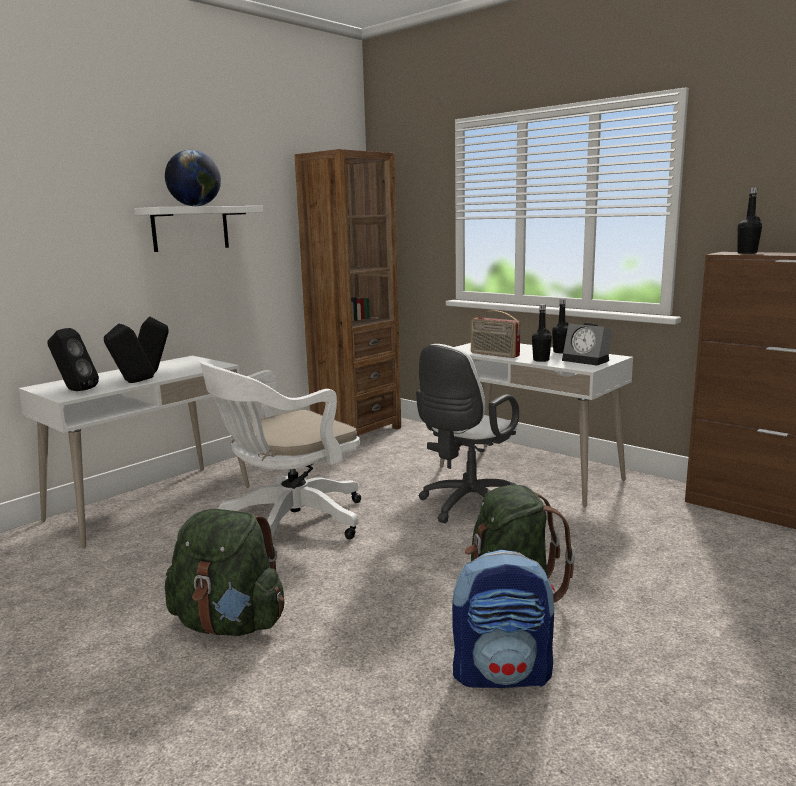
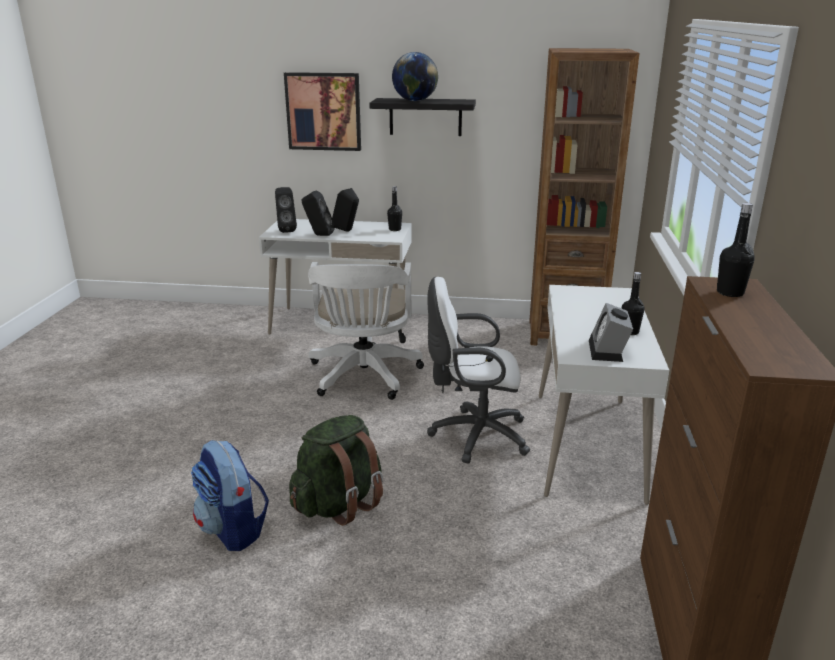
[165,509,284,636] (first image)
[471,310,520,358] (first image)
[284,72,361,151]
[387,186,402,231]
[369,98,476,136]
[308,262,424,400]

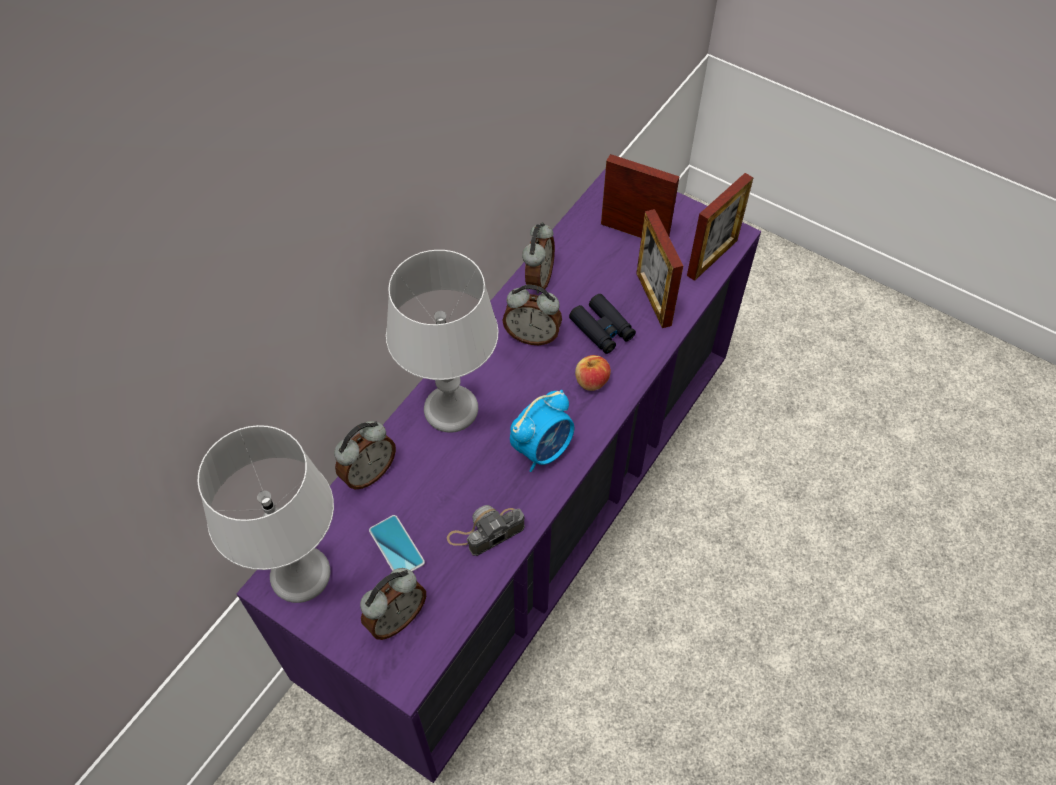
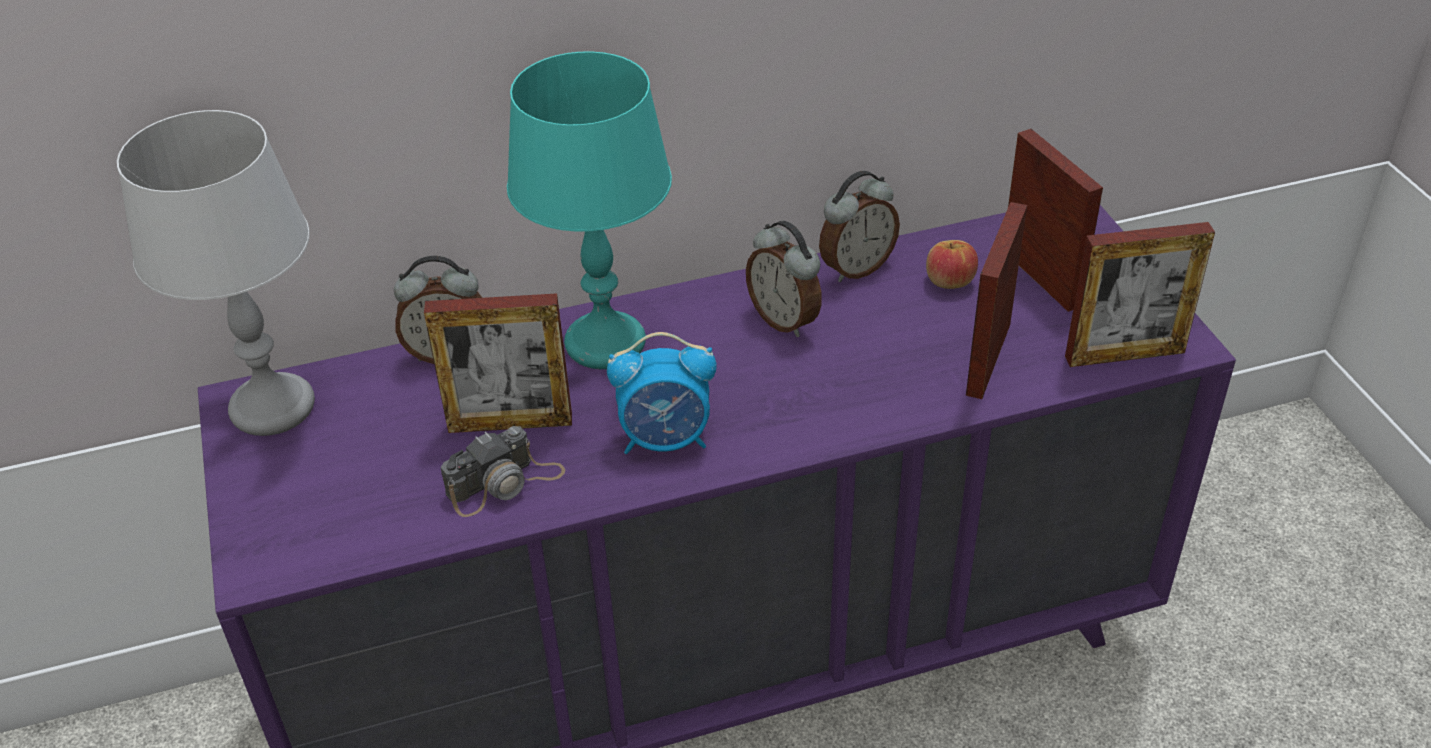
[360,568,426,640] (first image)
[369,515,425,571] (first image)
[569,294,636,354] (first image)
[424,293,572,433]
[926,240,978,289]
[507,51,672,369]
[441,426,565,517]

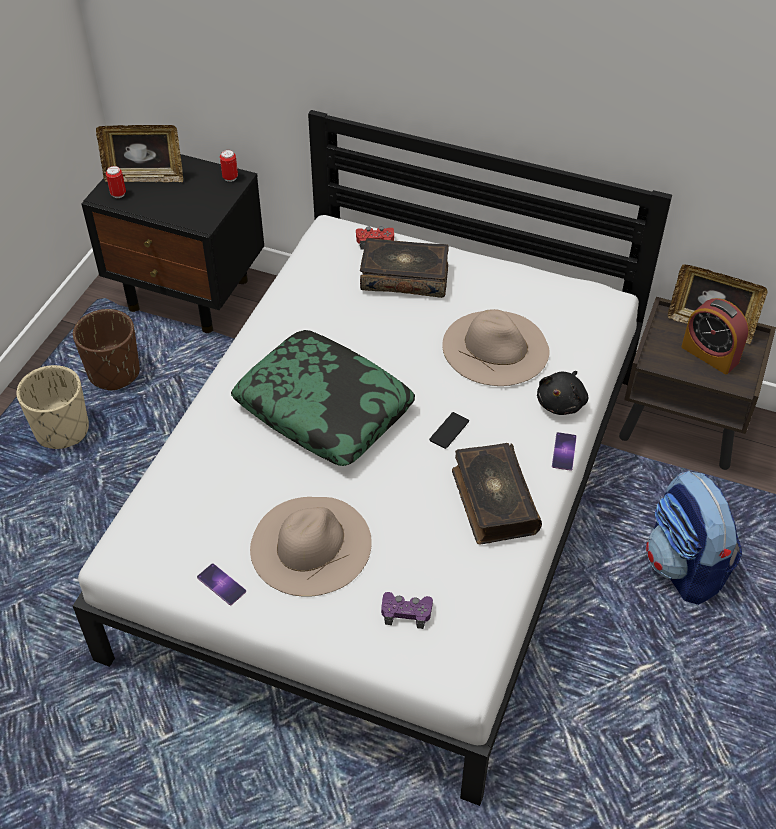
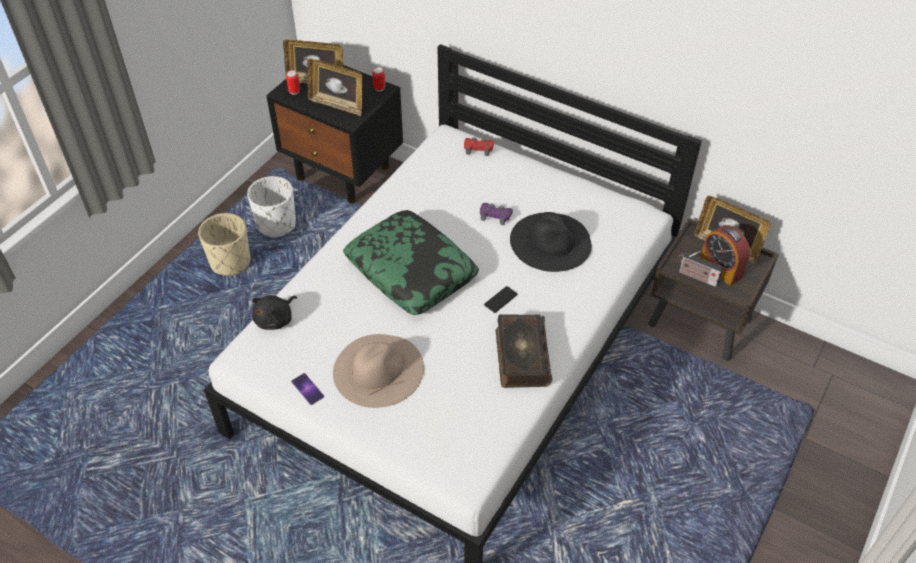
[360,238,449,298] (first image)
[552,432,577,471] (first image)
[646,471,742,605] (first image)
[307,59,363,116]
[679,251,723,287]
[480,203,513,225]
[252,295,297,330]
[247,176,296,237]
[510,212,592,272]

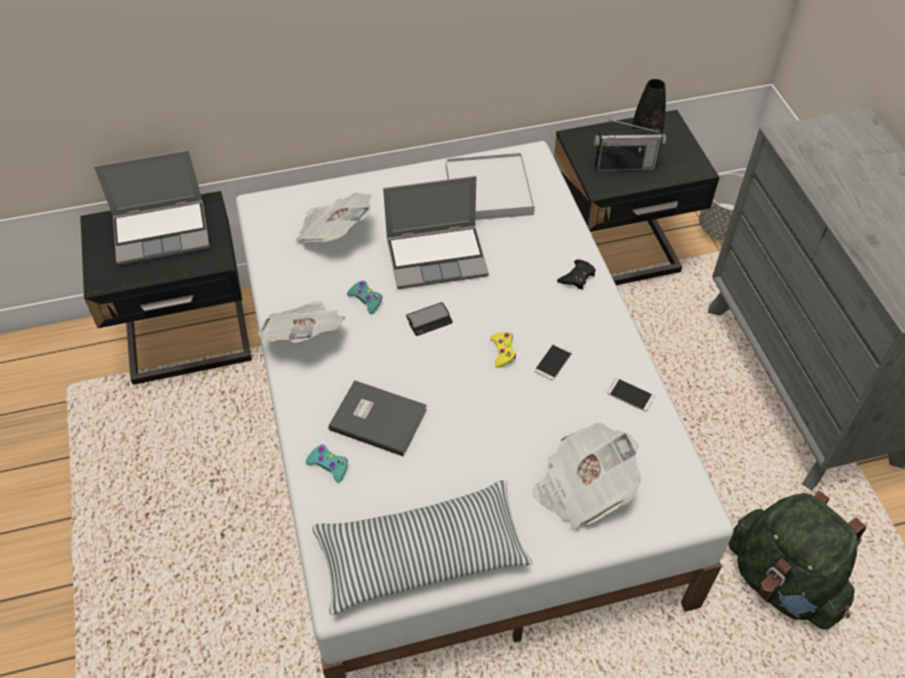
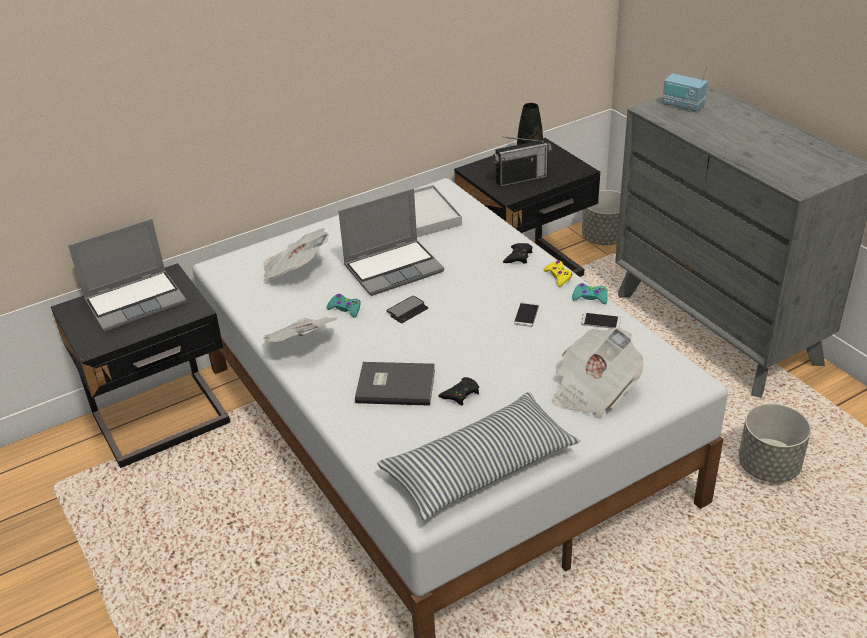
[439,377,479,406]
[662,65,708,112]
[572,283,608,304]
[543,261,572,287]
[739,404,811,482]

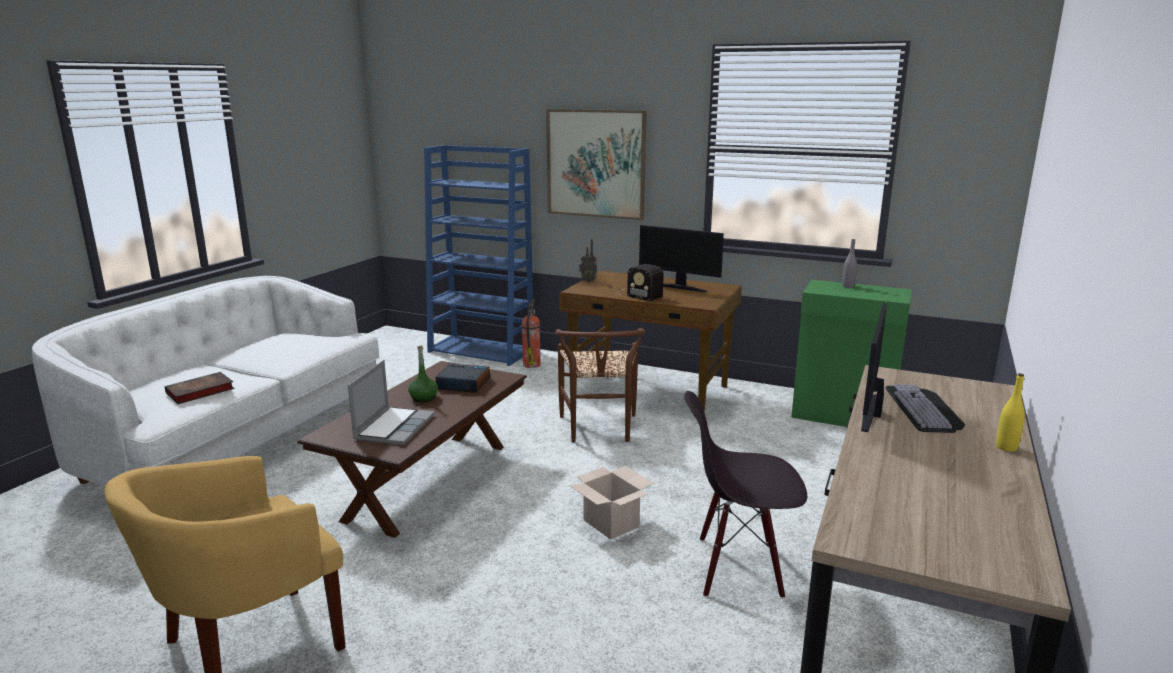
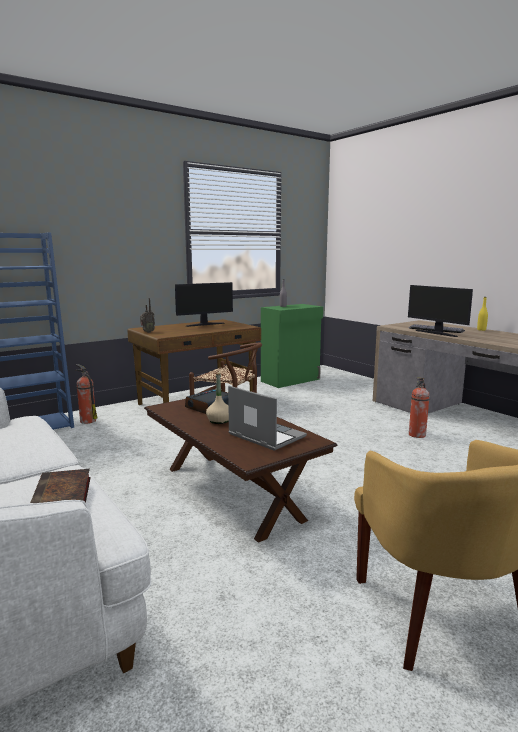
[546,109,647,220] (first image)
[569,466,654,540] (first image)
[616,264,664,301] (first image)
[409,378,430,438]
[206,373,229,424]

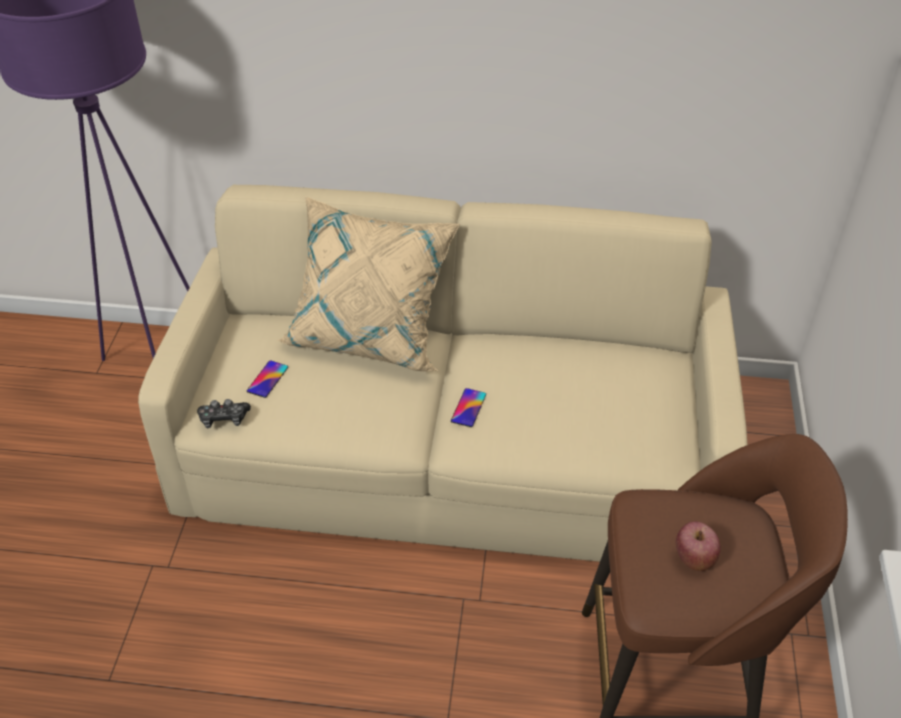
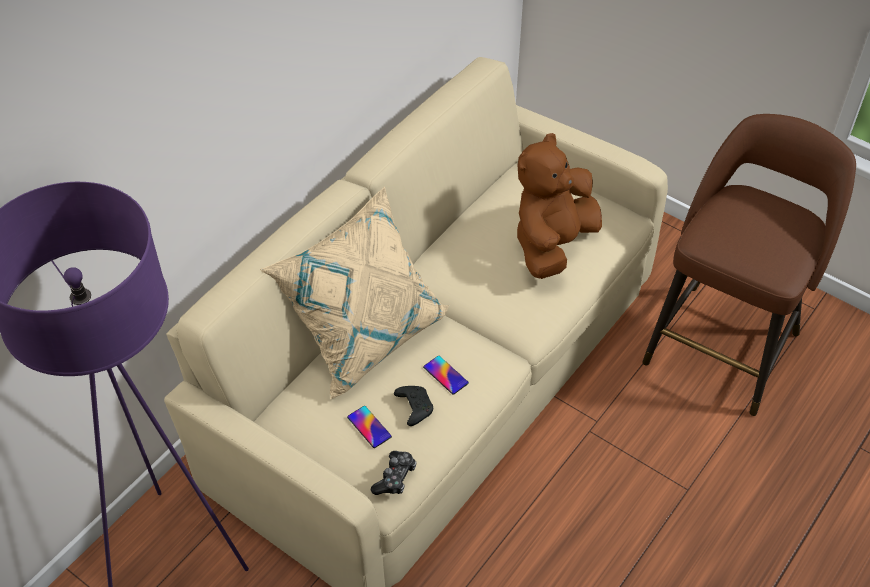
[676,521,721,571] (first image)
[394,386,433,426]
[517,133,602,279]
[423,356,469,395]

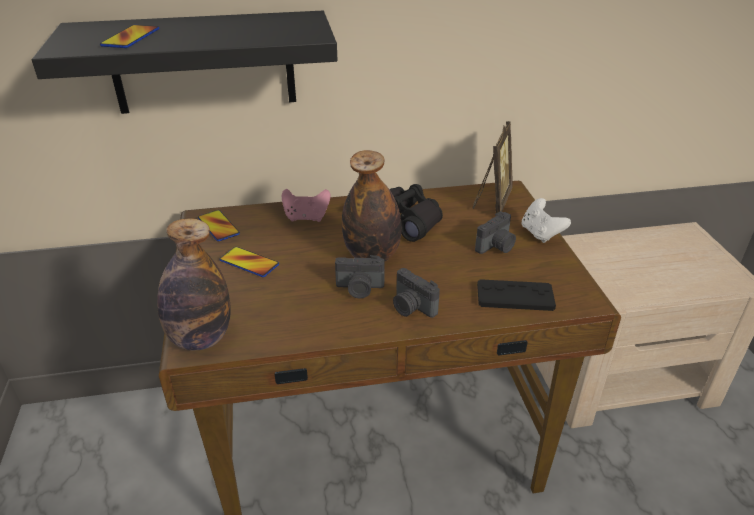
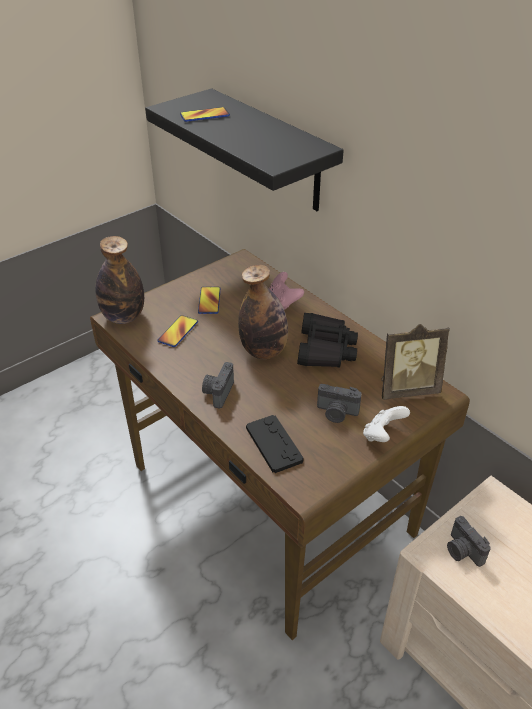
[157,315,198,347]
[447,516,491,567]

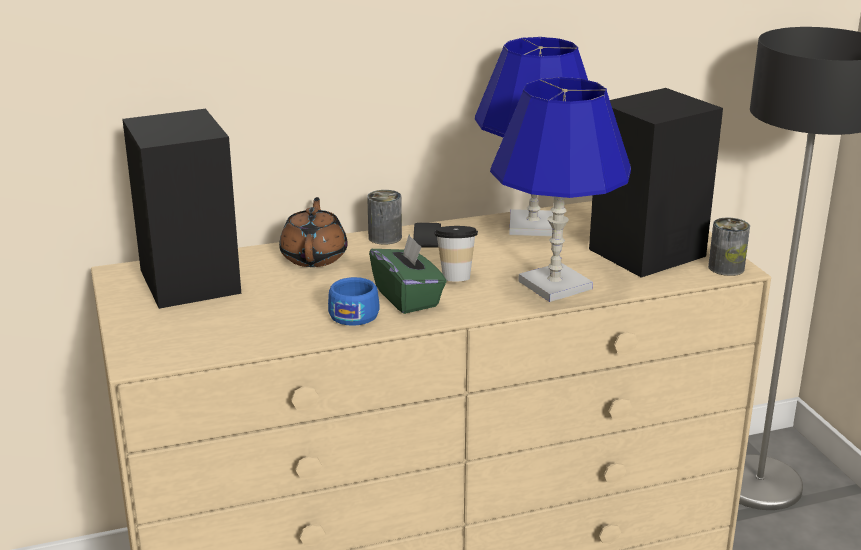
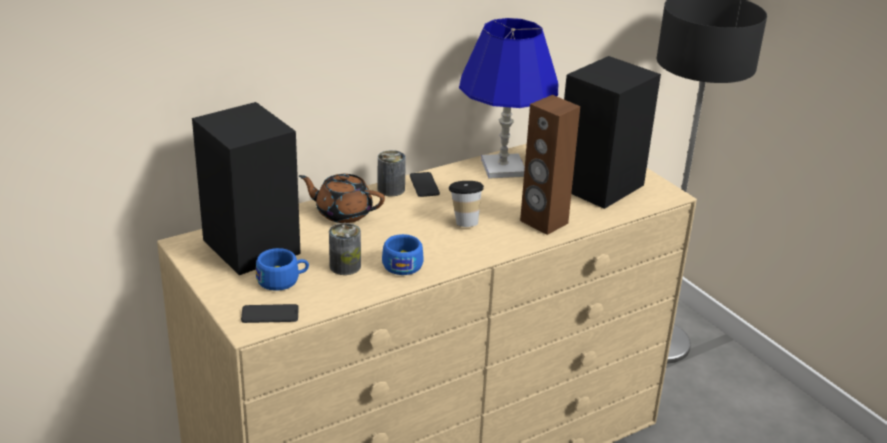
[369,234,446,314] (first image)
[241,304,299,323]
[256,248,309,291]
[329,223,361,275]
[520,95,580,235]
[299,173,385,223]

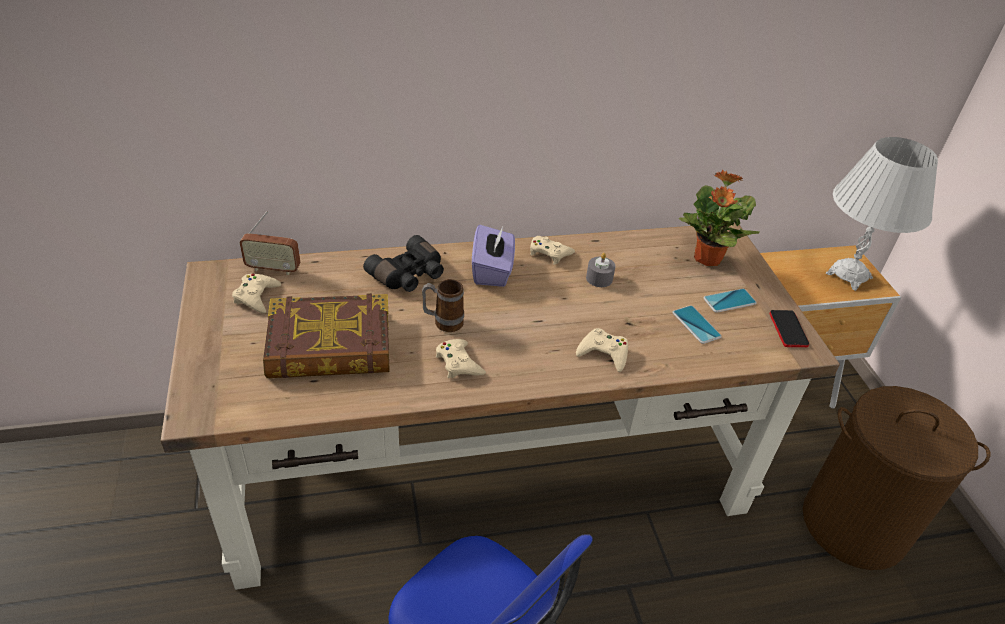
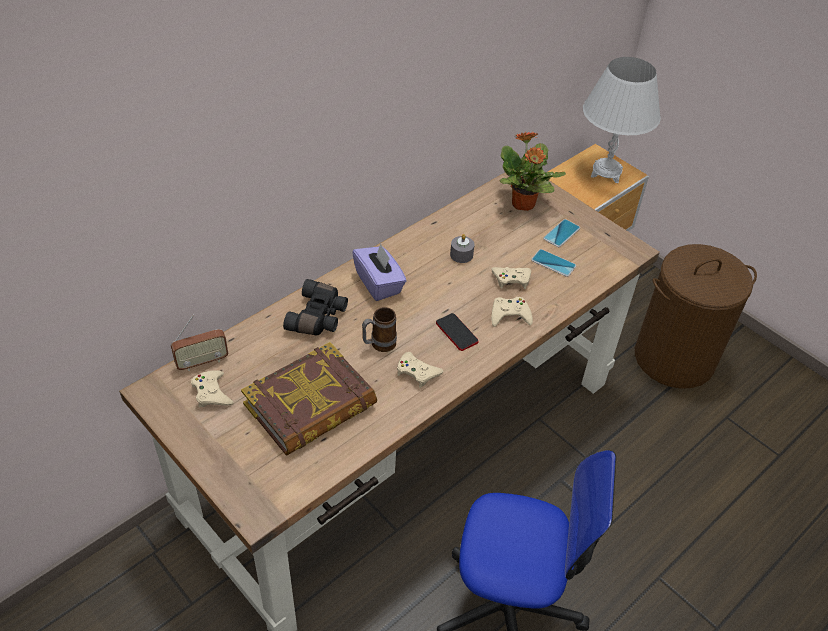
[492,267,531,289]
[436,313,478,351]

